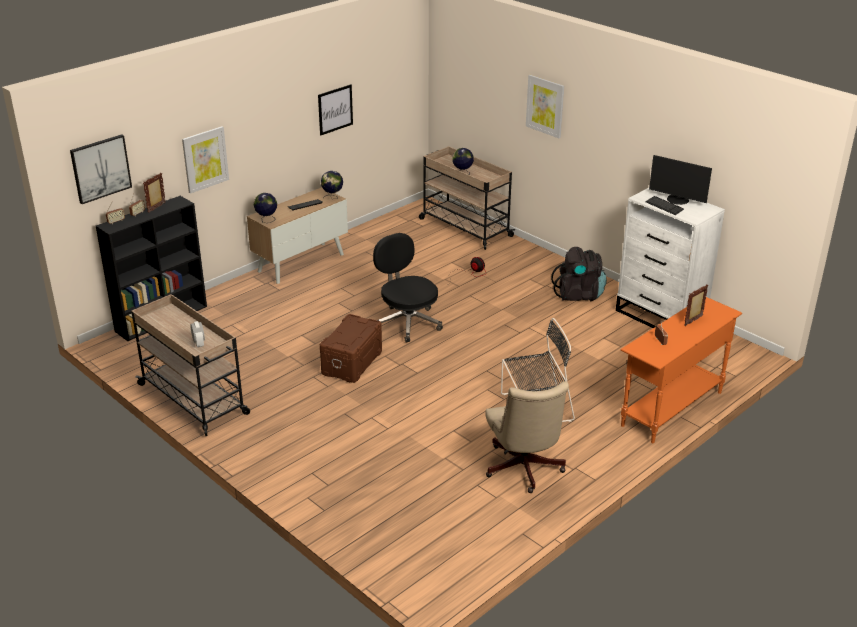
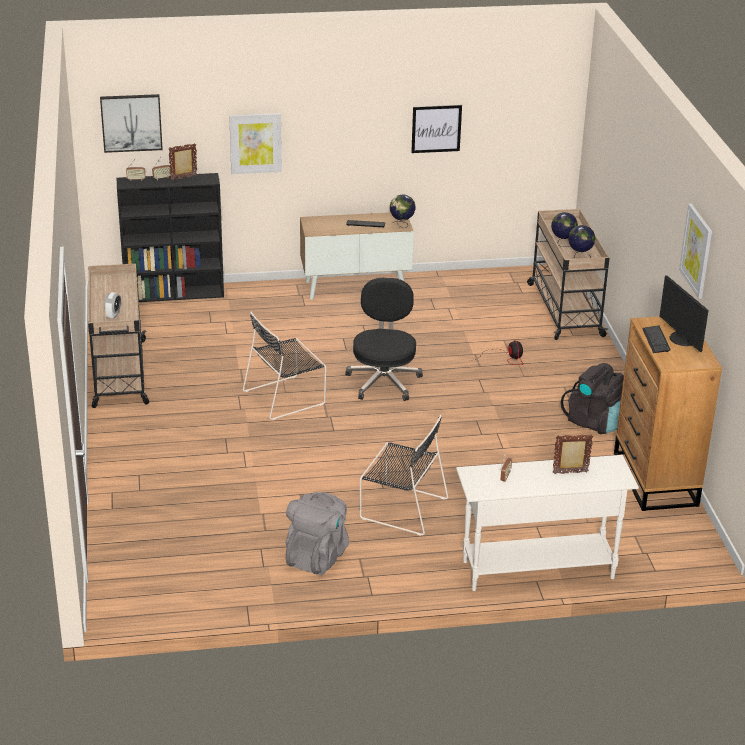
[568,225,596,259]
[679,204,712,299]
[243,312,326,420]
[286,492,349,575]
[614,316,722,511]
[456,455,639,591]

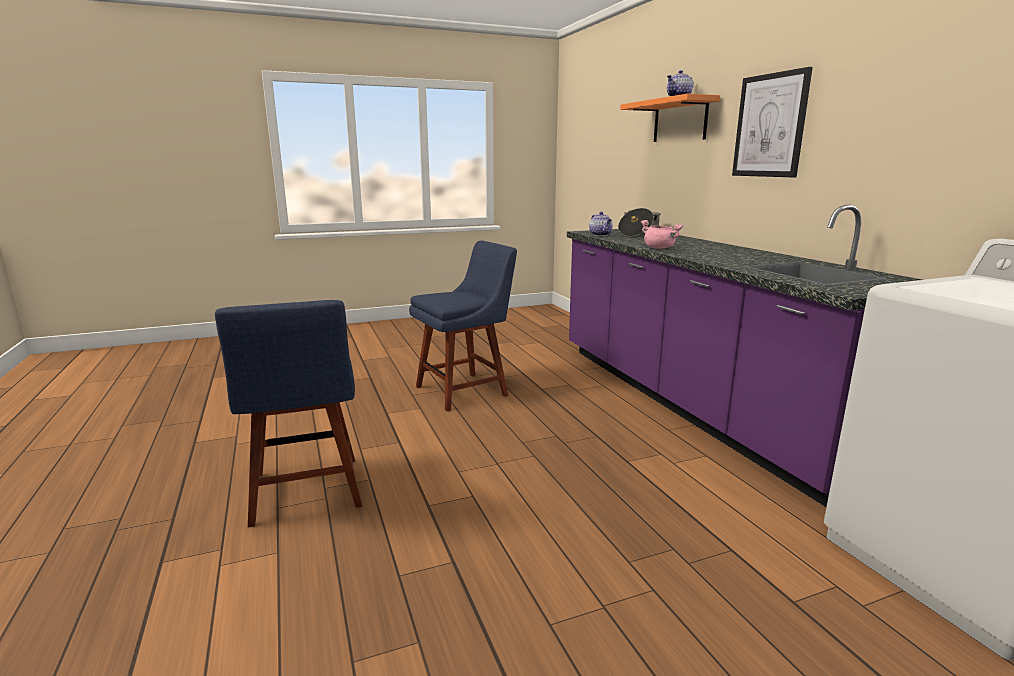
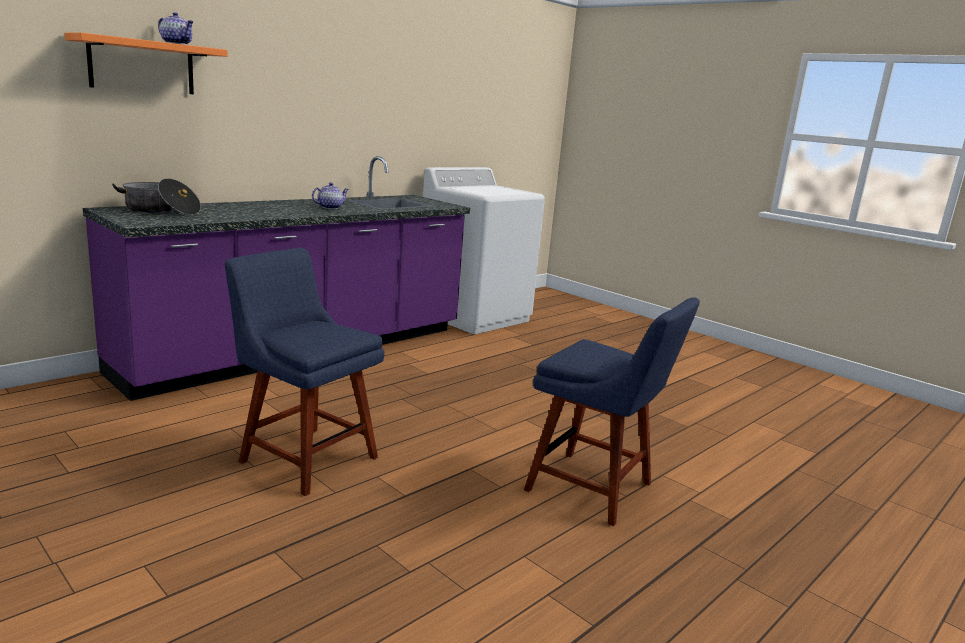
[641,220,683,249] (first image)
[732,67,813,177] (first image)
[312,183,349,209]
[524,297,700,526]

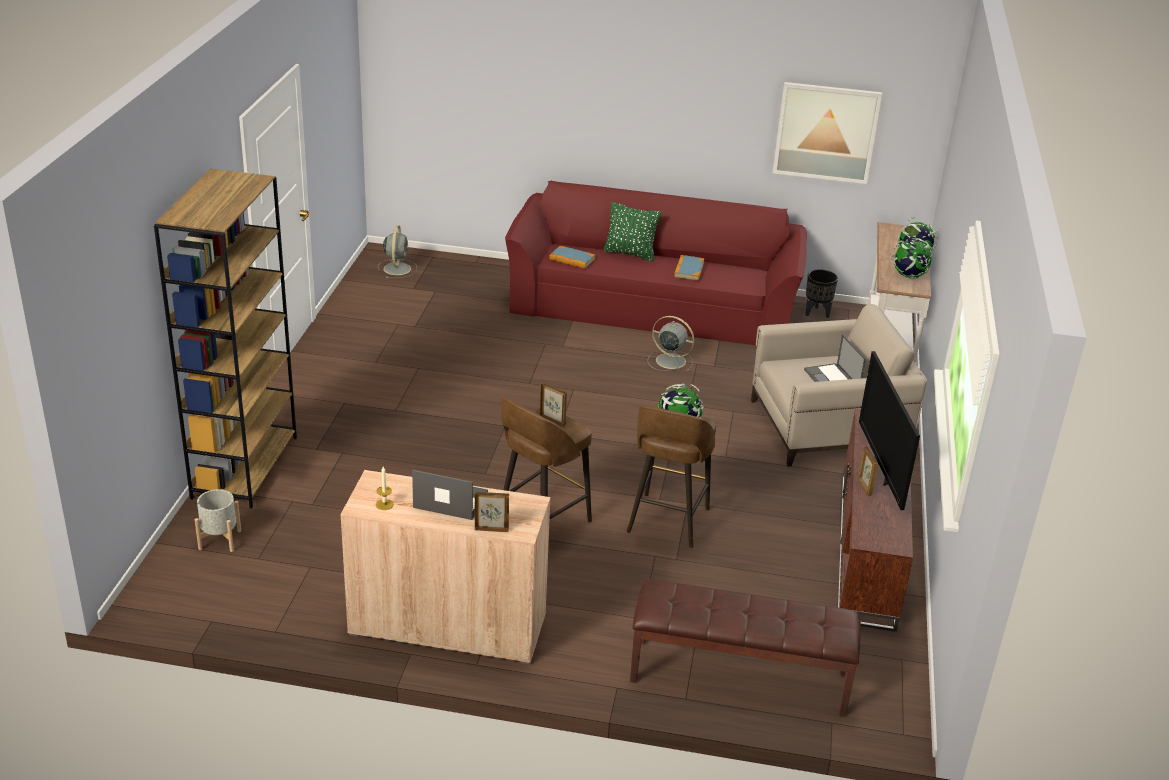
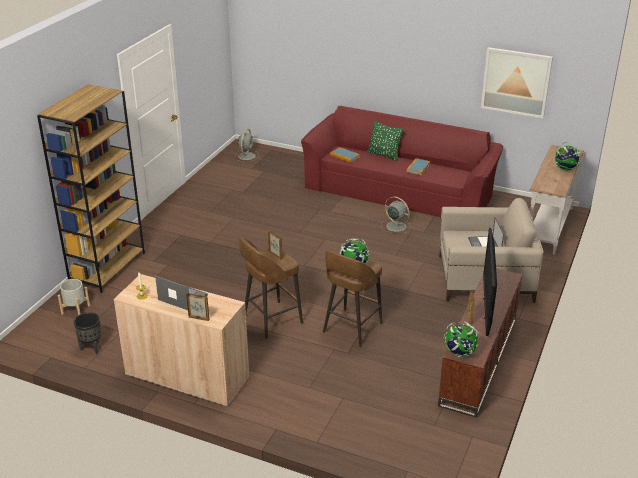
[630,579,861,717] (first image)
[73,312,102,354]
[444,322,479,357]

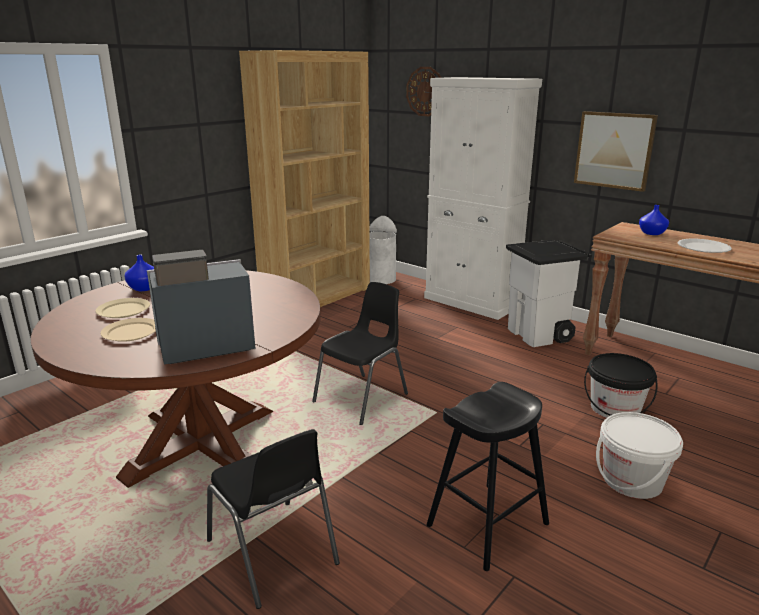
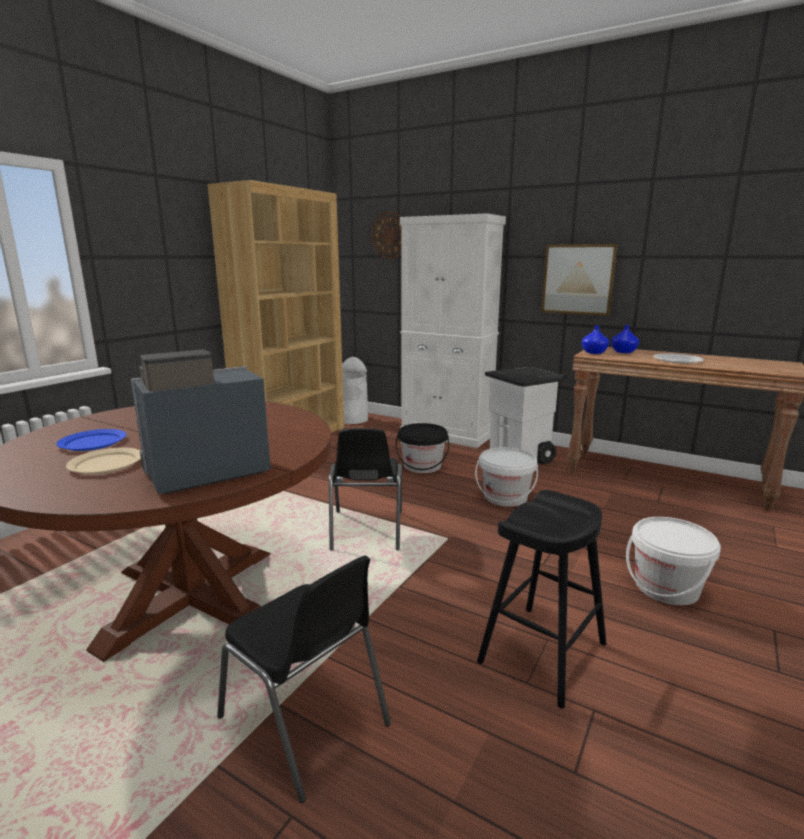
[475,447,538,507]
[582,325,609,354]
[396,423,449,473]
[56,429,127,451]
[329,428,402,551]

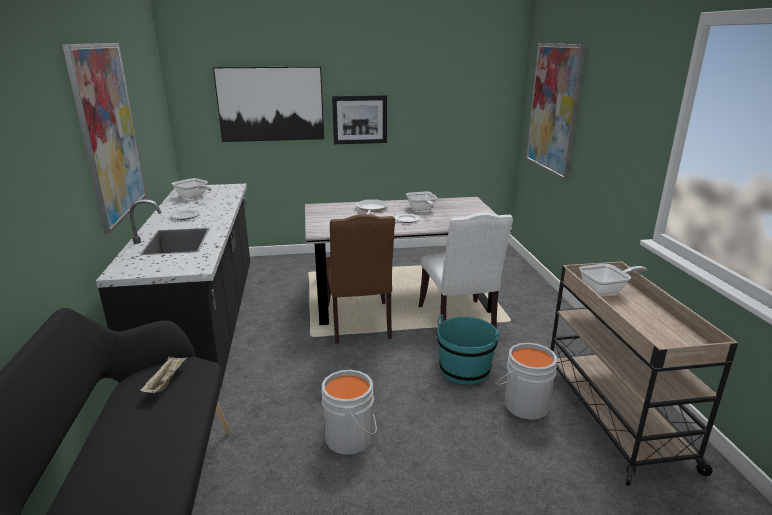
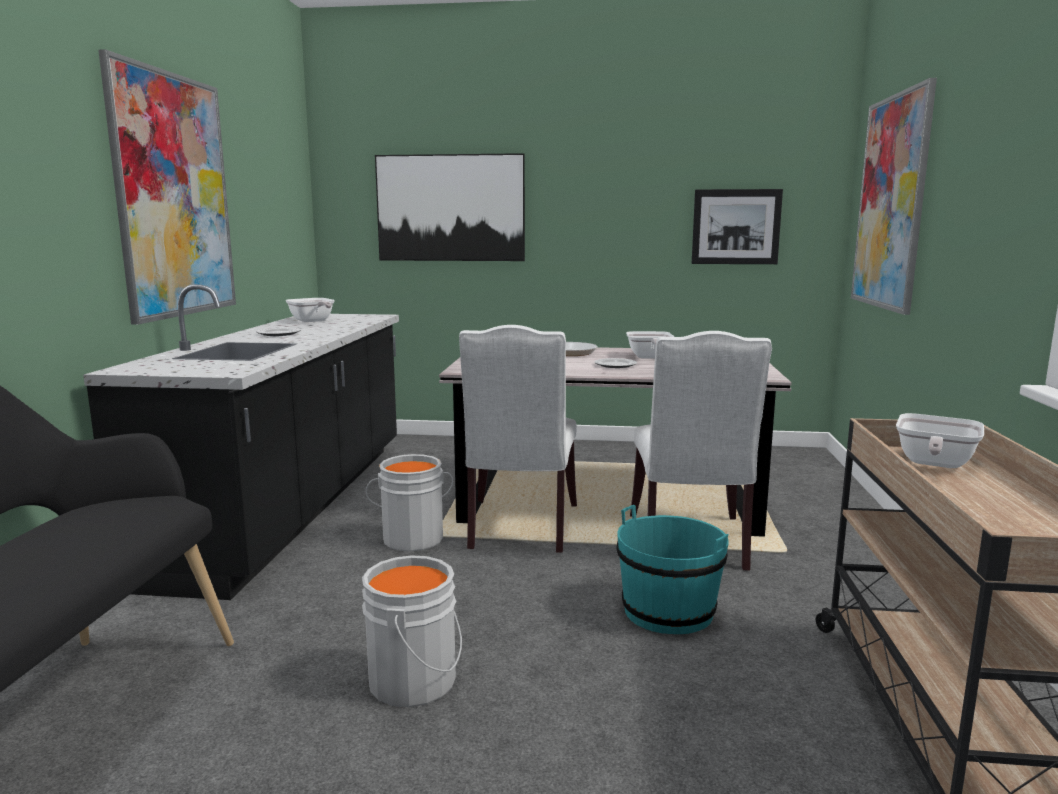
[140,357,187,393] (first image)
[692,189,783,264]
[366,454,453,551]
[459,325,577,553]
[896,413,984,468]

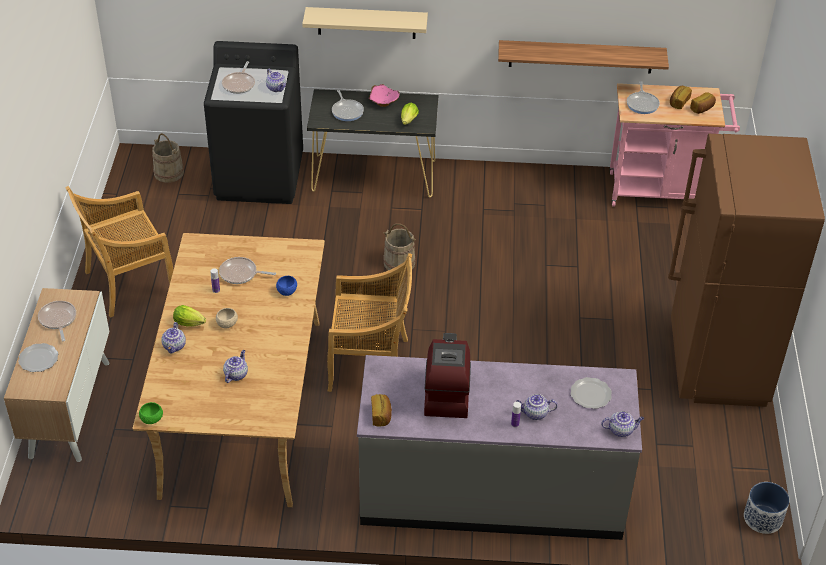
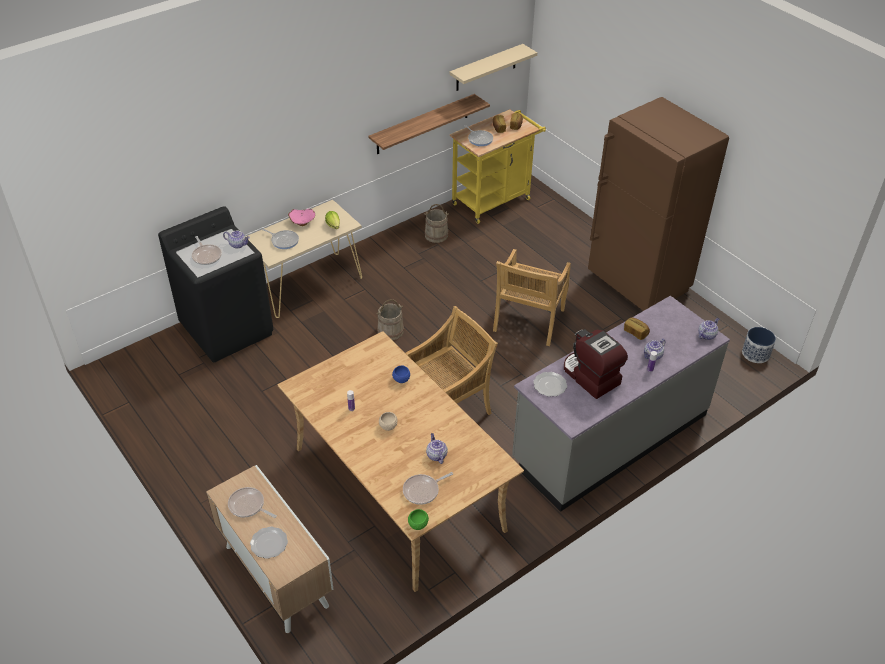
[161,322,186,353] (first image)
[173,305,206,327] (first image)
[493,249,571,346]
[424,204,449,243]
[403,472,453,505]
[449,44,537,91]
[624,318,650,340]
[533,372,567,397]
[245,200,362,318]
[450,110,546,224]

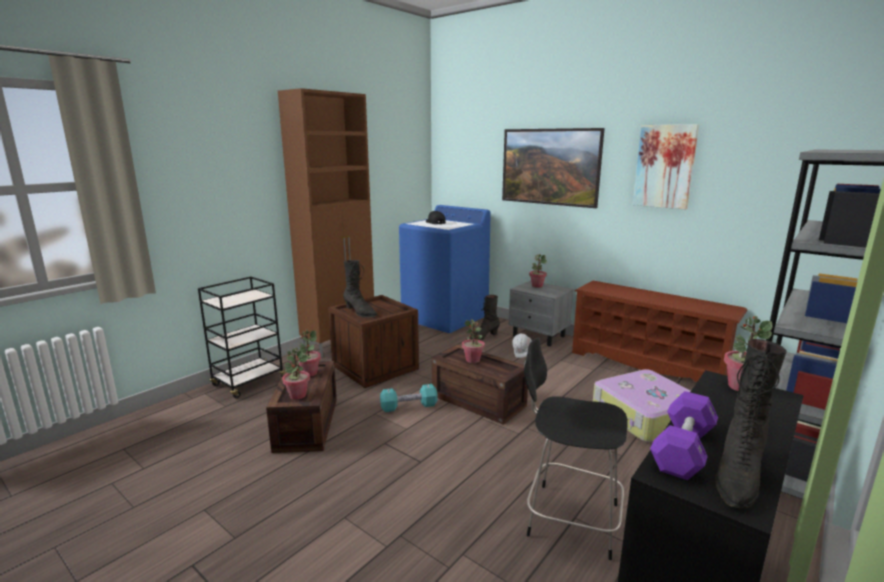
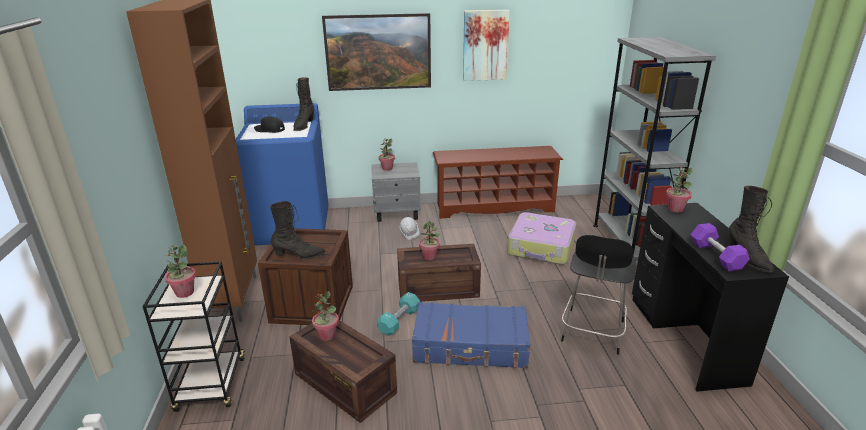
[412,302,530,368]
[165,244,196,298]
[293,77,314,131]
[561,235,636,355]

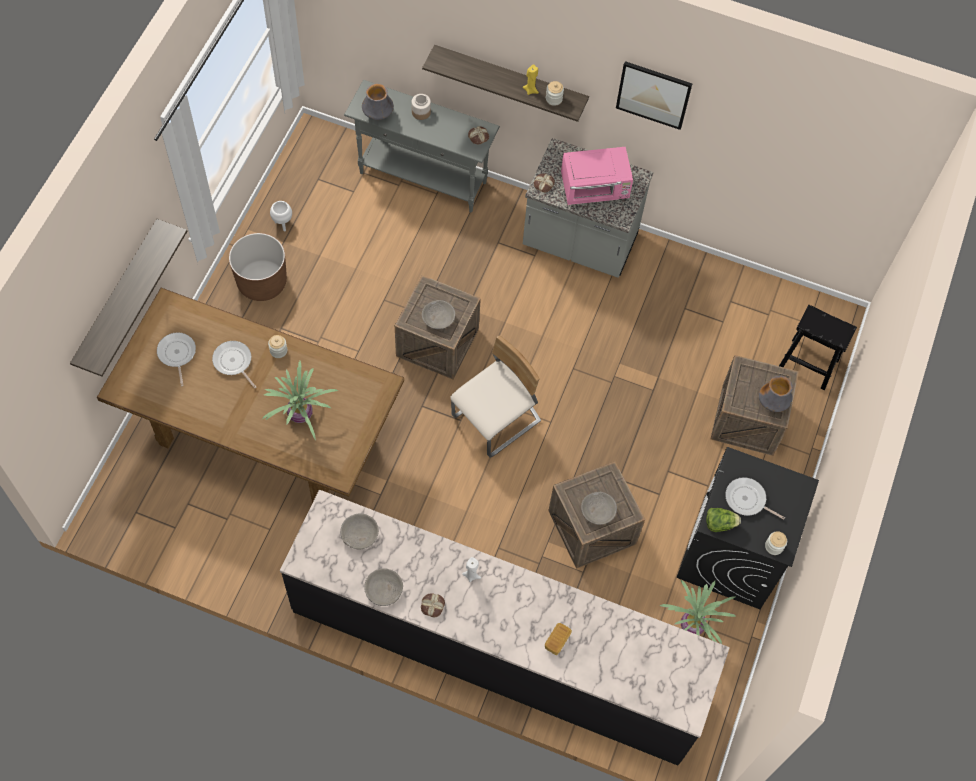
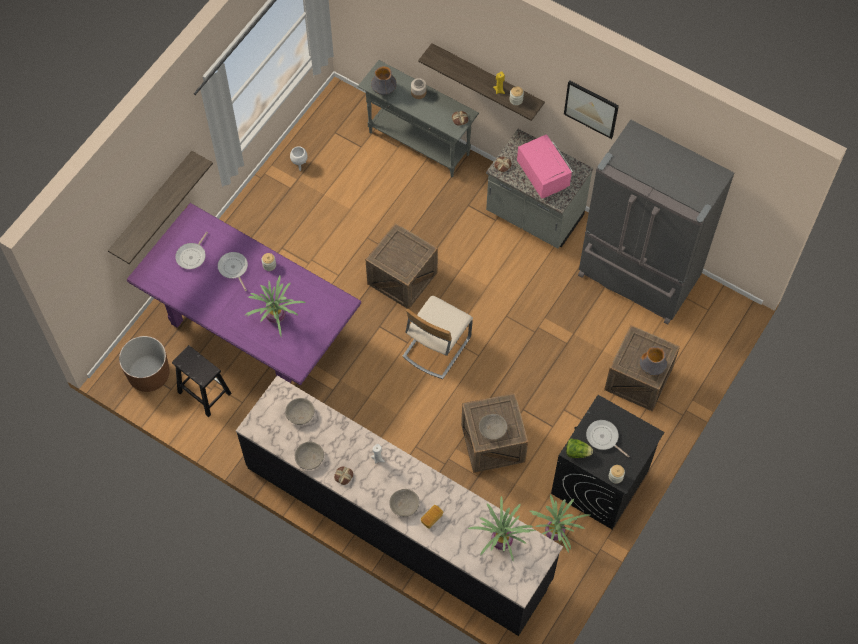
[468,496,536,561]
[578,120,734,325]
[119,336,170,392]
[389,489,420,517]
[172,345,232,417]
[127,203,361,385]
[175,232,208,269]
[402,296,473,379]
[517,134,573,199]

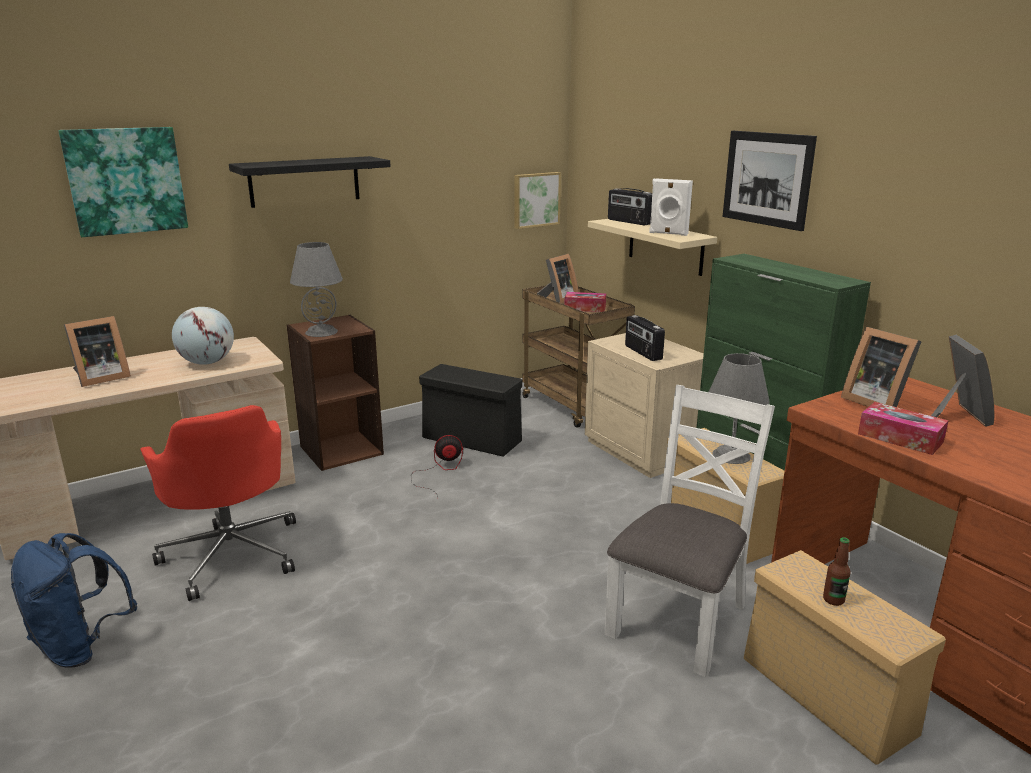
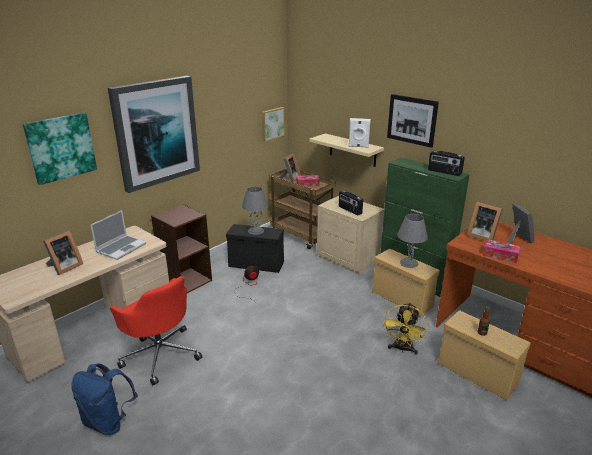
[242,186,268,235]
[428,151,465,176]
[90,210,146,260]
[108,76,200,193]
[383,303,428,355]

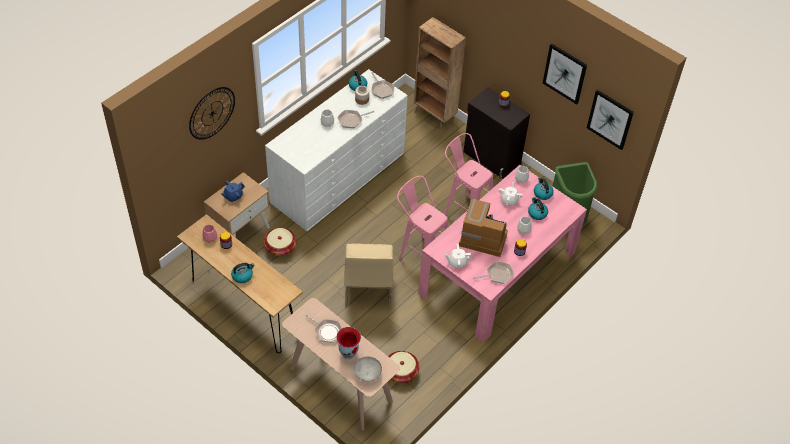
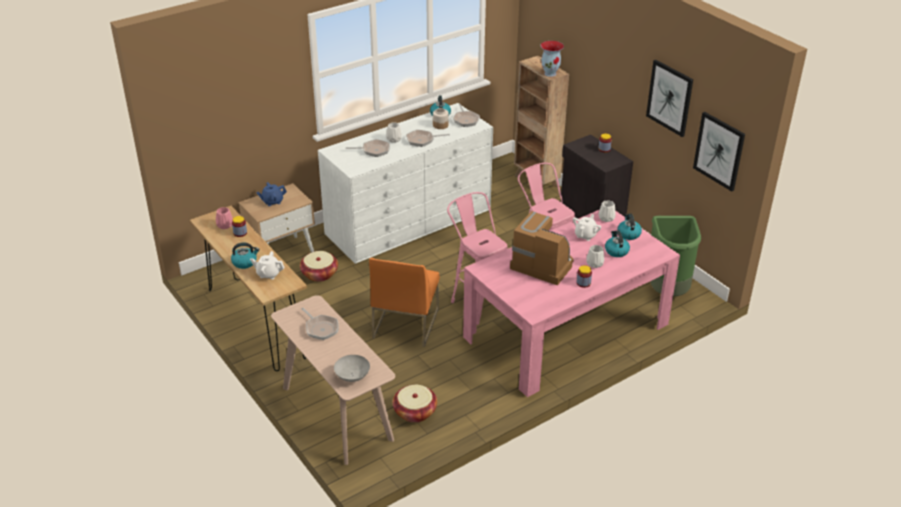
[189,87,235,140] (first image)
[540,41,564,77]
[250,251,285,280]
[346,139,390,157]
[369,258,440,347]

